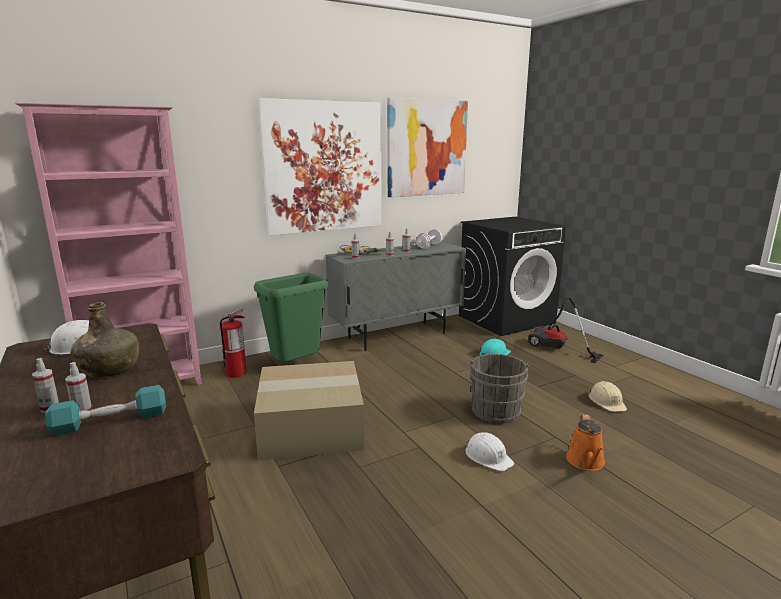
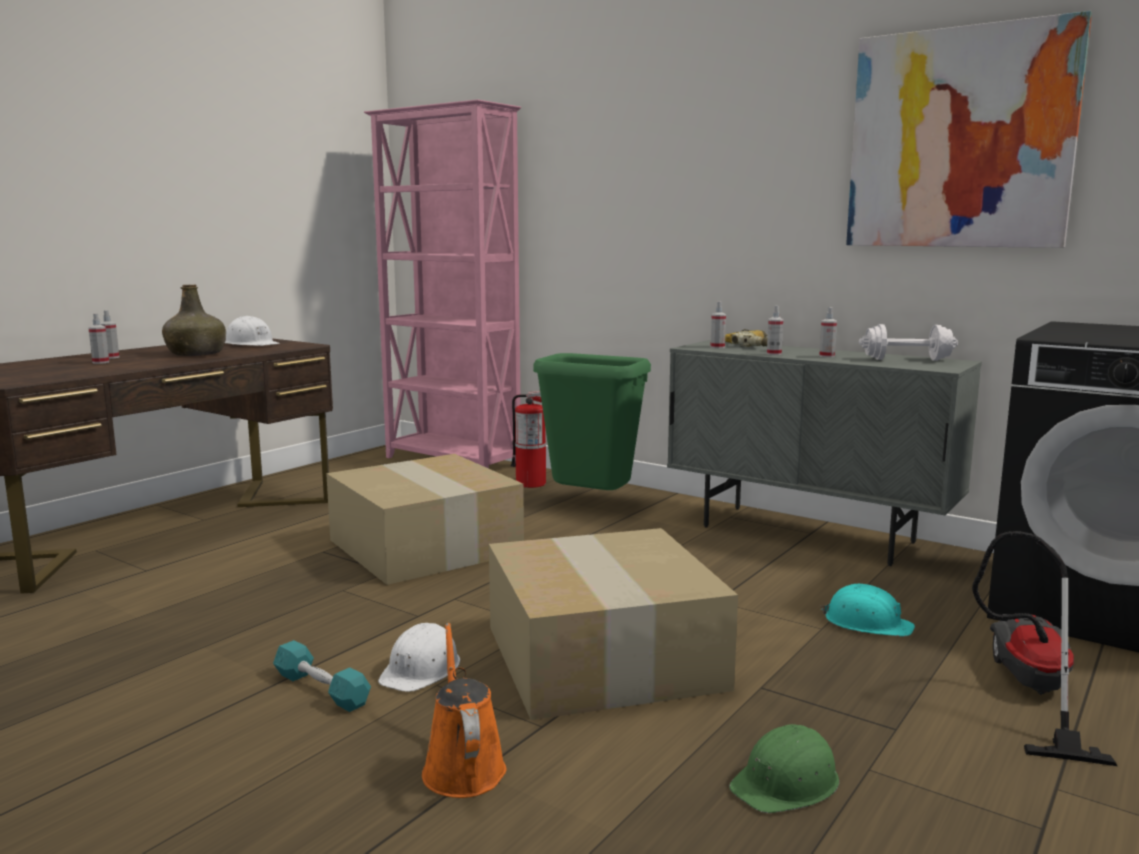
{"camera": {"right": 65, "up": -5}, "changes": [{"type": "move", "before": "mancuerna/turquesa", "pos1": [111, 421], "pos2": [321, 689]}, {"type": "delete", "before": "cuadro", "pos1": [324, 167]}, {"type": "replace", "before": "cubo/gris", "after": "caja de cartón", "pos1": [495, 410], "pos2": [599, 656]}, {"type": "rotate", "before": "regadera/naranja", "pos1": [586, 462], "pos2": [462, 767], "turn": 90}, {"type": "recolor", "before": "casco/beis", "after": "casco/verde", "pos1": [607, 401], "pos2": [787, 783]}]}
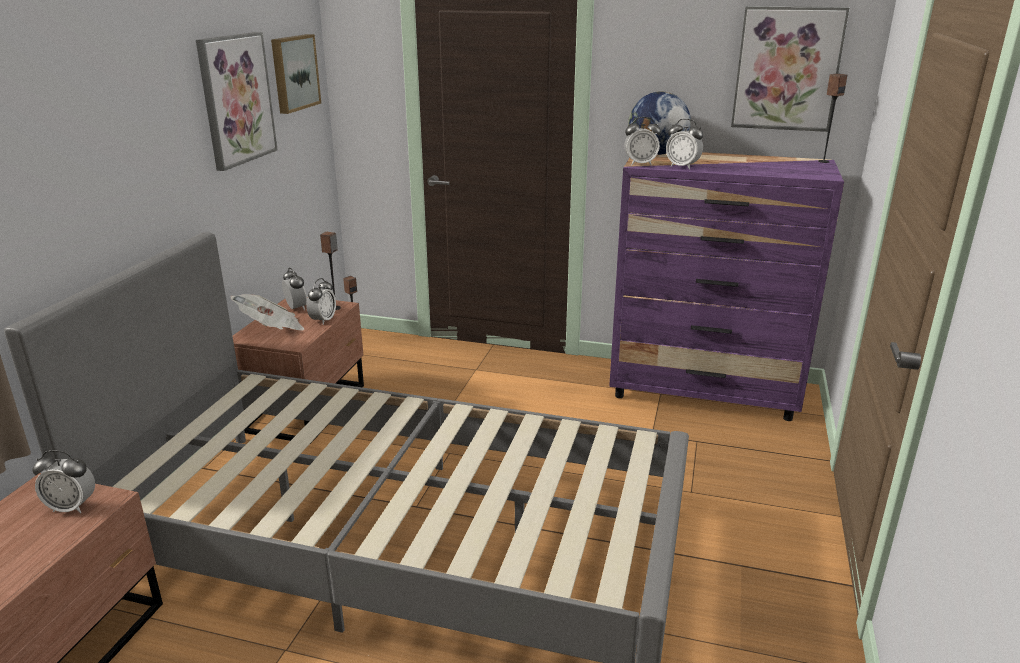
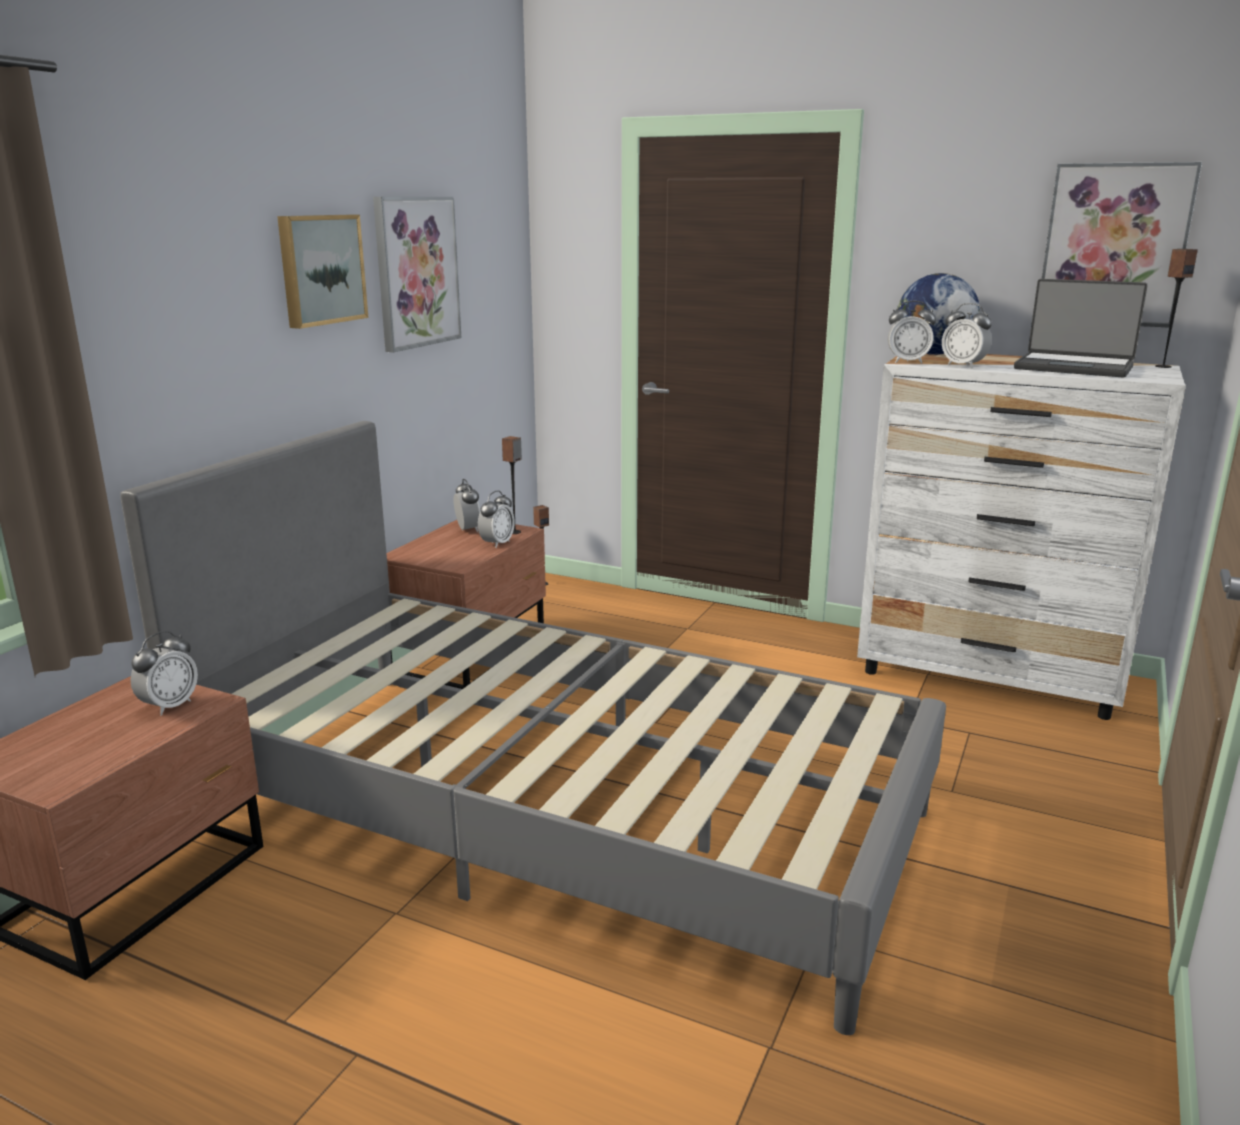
{"camera": {"right": 10, "up": -5}, "changes": [{"type": "rotate", "before": "despertador", "pos1": [72, 507], "pos2": [169, 706], "turn": -75}, {"type": "delete", "before": "periódico", "pos1": [271, 329]}, {"type": "move", "before": "cuadro", "pos1": [293, 73], "pos2": [320, 269]}, {"type": "recolor", "before": "cómoda/morado", "after": "cómoda/blanco", "pos1": [704, 392], "pos2": [989, 676]}, {"type": "insert", "after": "portátil", "pos2": [1074, 367]}]}
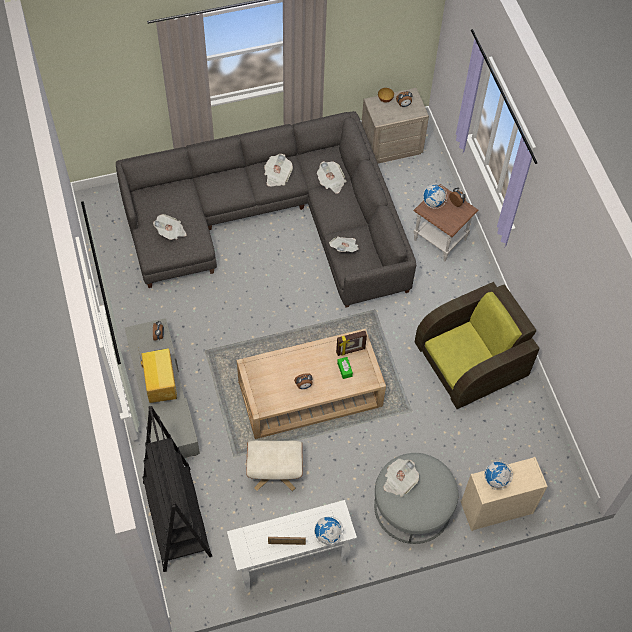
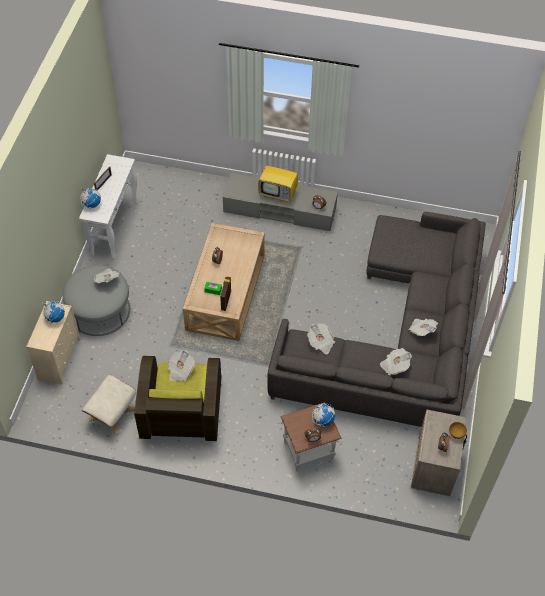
{"camera": {"right": 120, "up": -5}, "changes": [{"type": "delete", "before": "estantería/negro", "pos1": [177, 518]}, {"type": "move", "before": "periódico", "pos1": [171, 232], "pos2": [180, 370]}, {"type": "move", "before": "puf/beis", "pos1": [274, 472], "pos2": [112, 414]}]}
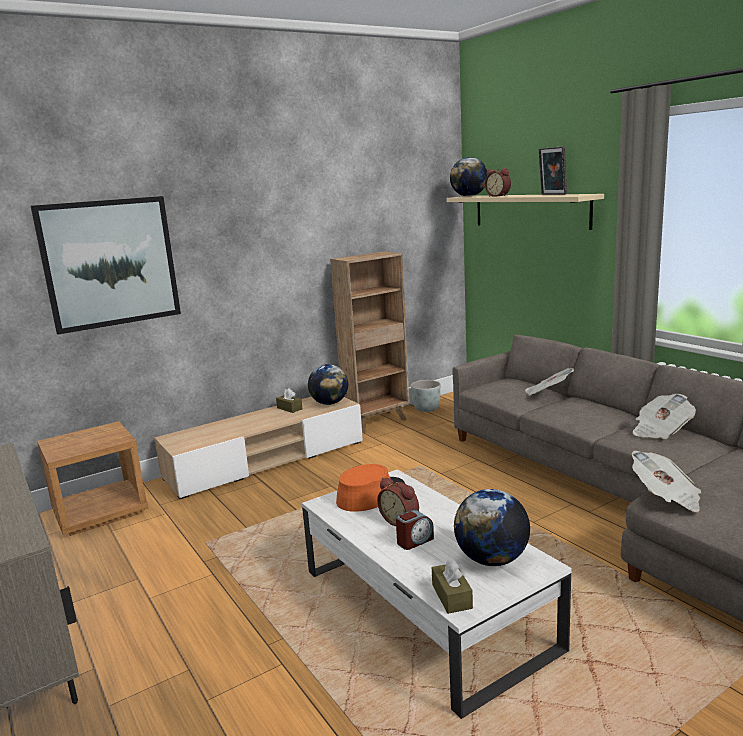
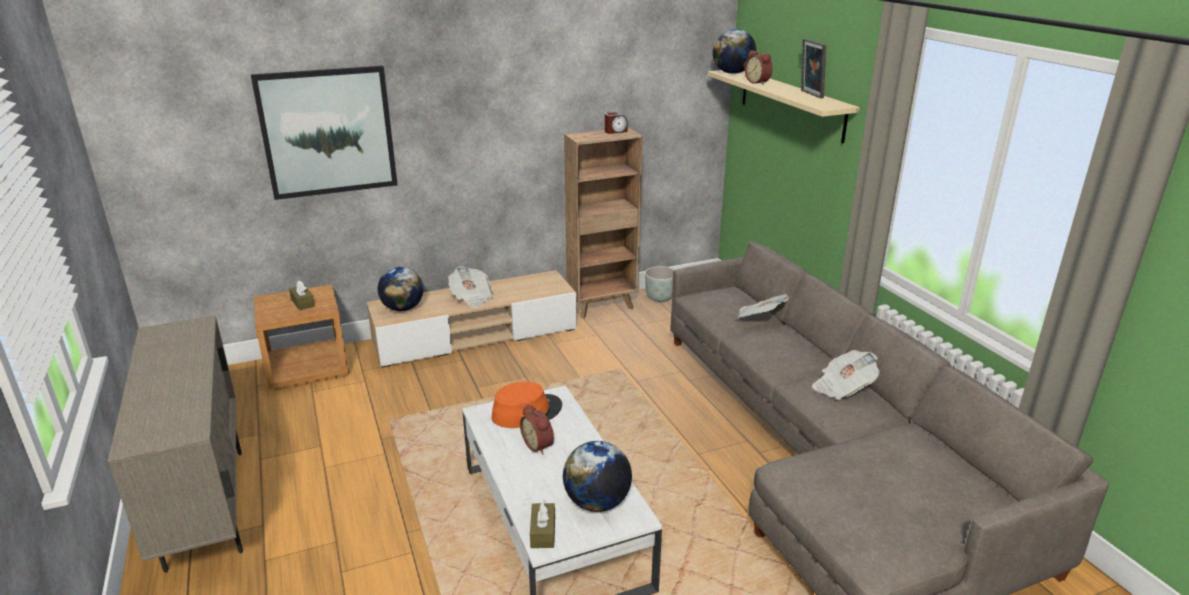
{"camera": {"right": 10, "up": 10}, "changes": [{"type": "move", "before": "caja de pañuelos/marrón", "pos1": [289, 408], "pos2": [302, 303]}, {"type": "move", "before": "globo terráqueo", "pos1": [329, 403], "pos2": [403, 308]}, {"type": "move", "before": "despertador", "pos1": [414, 541], "pos2": [615, 131]}, {"type": "move", "before": "periódico", "pos1": [666, 497], "pos2": [471, 298]}]}
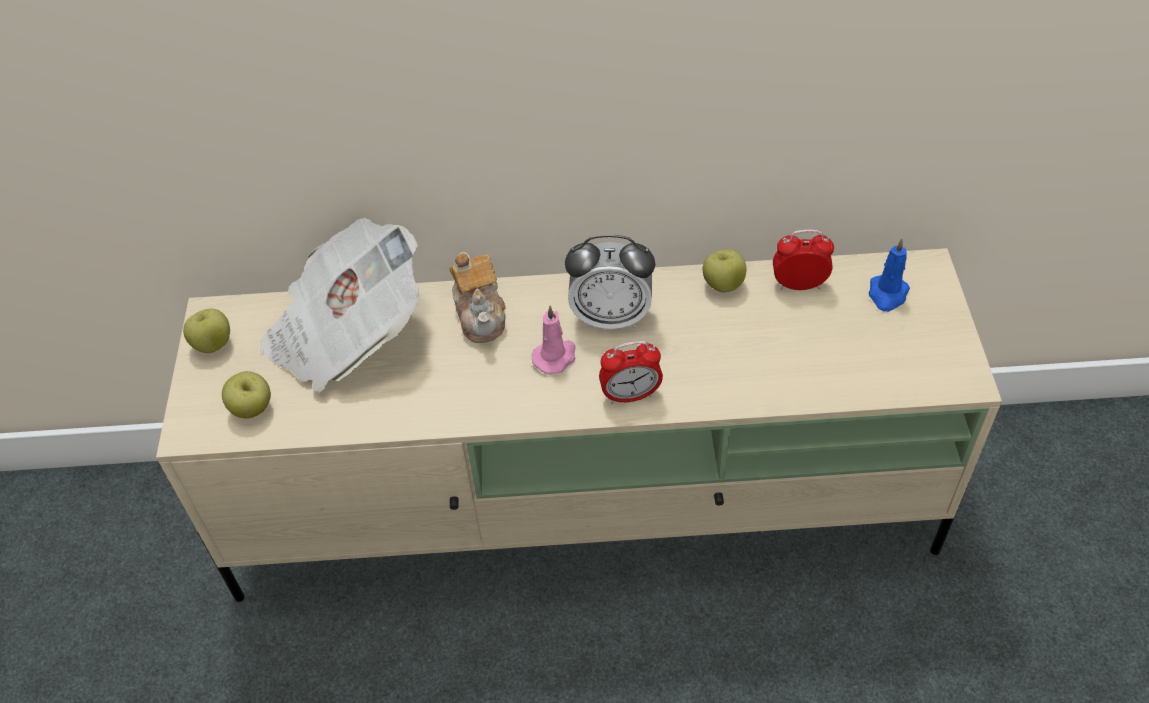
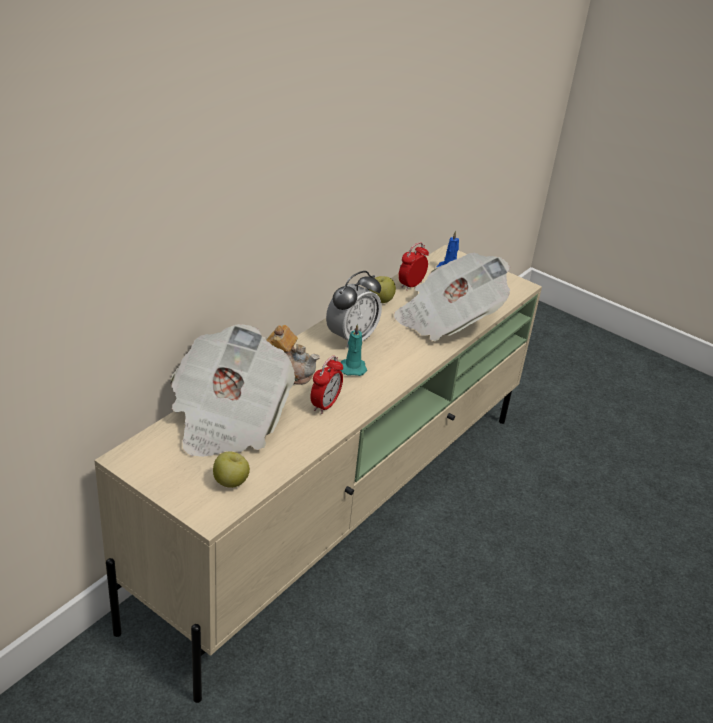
{"camera": {"right": -55, "up": -15}, "changes": [{"type": "delete", "before": "manzana", "pos1": [213, 344]}, {"type": "recolor", "before": "vela/rosa", "after": "vela/turquesa", "pos1": [555, 357], "pos2": [352, 367]}, {"type": "move", "before": "despertador", "pos1": [630, 395], "pos2": [325, 405]}, {"type": "insert", "after": "periódico", "pos2": [447, 320]}]}
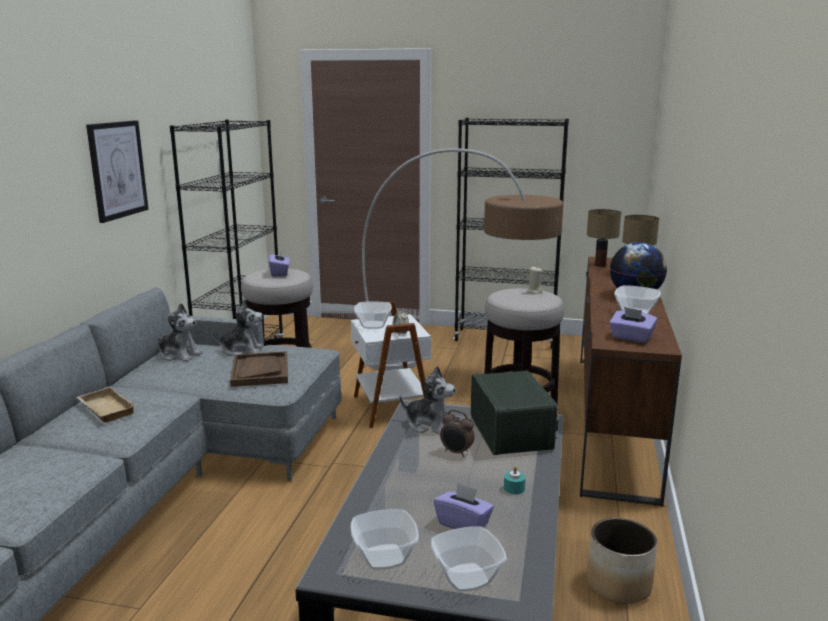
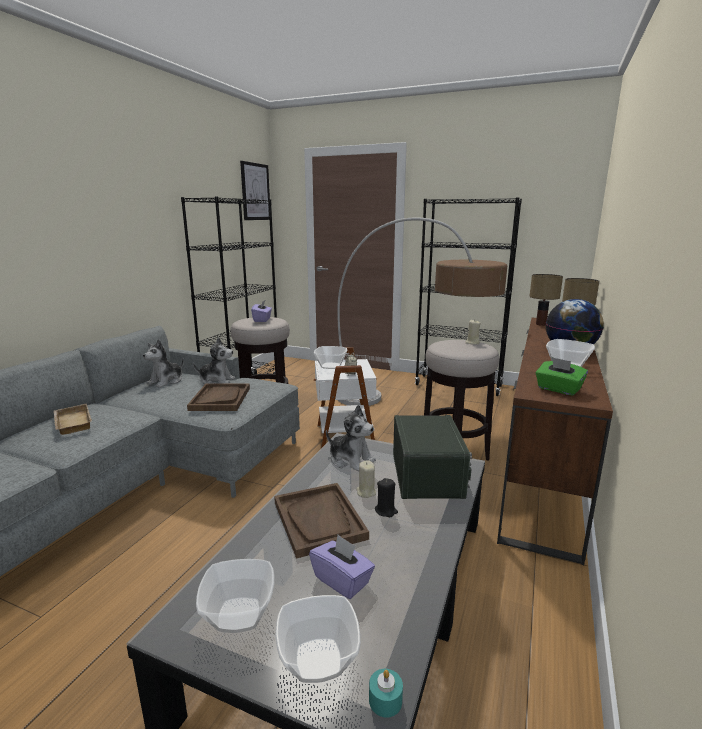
{"camera": {"right": 10, "up": 0}, "changes": [{"type": "move", "before": "cuadro", "pos1": [117, 170], "pos2": [255, 192]}, {"type": "rotate", "before": "peluche", "pos1": [179, 355], "pos2": [166, 381], "turn": 90}, {"type": "replace", "before": "despertador", "after": "vela/beis", "pos1": [456, 452], "pos2": [366, 492]}, {"type": "move", "before": "vela/turquesa", "pos1": [514, 488], "pos2": [385, 700]}, {"type": "delete", "before": "maceta", "pos1": [619, 585]}, {"type": "recolor", "before": "caja de pañuelos/morado", "after": "caja de pañuelos/verde", "pos1": [631, 338], "pos2": [558, 389]}, {"type": "insert", "after": "bandeja/marrón", "pos2": [319, 520]}, {"type": "insert", "after": "vela/negro", "pos2": [386, 511]}]}
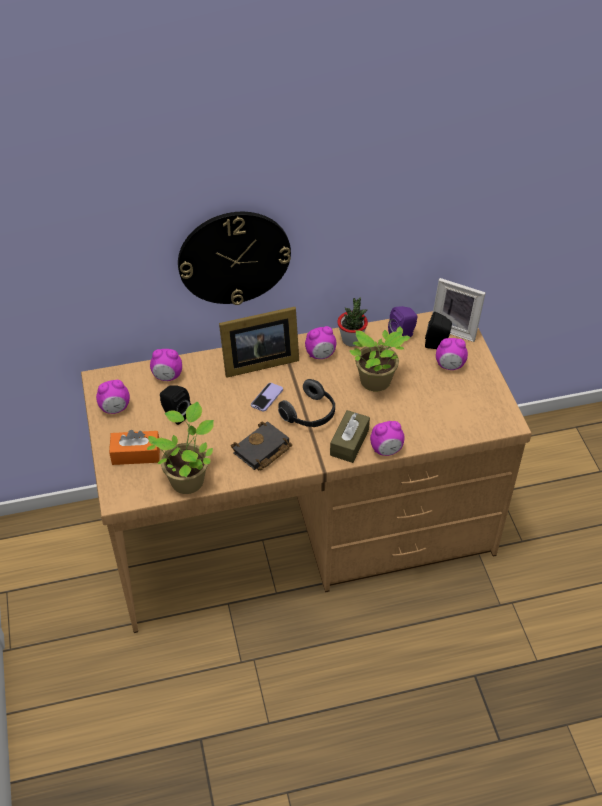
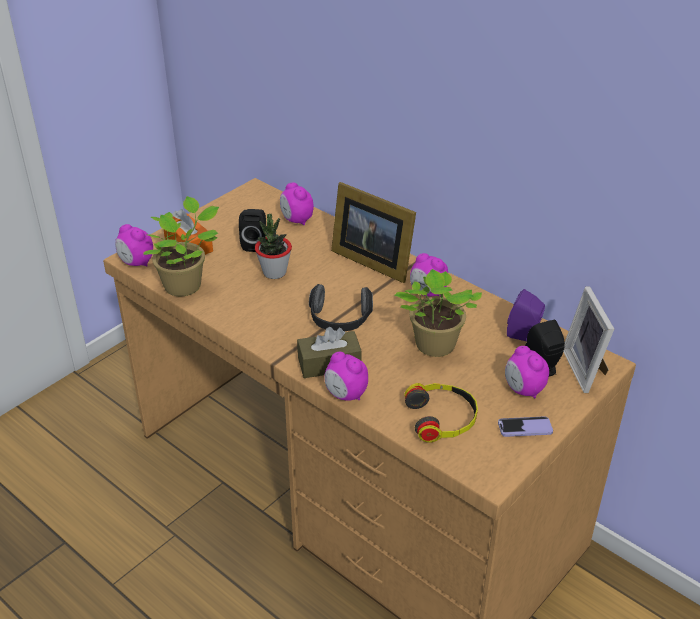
{"camera": {"right": 55, "up": -10}, "changes": [{"type": "move", "before": "despertador", "pos1": [115, 408], "pos2": [136, 263]}, {"type": "delete", "before": "reloj de pared", "pos1": [234, 257]}, {"type": "delete", "before": "libro/negro", "pos1": [262, 451]}, {"type": "move", "before": "móvil", "pos1": [267, 398], "pos2": [525, 428]}, {"type": "move", "before": "planta en maceta", "pos1": [351, 340], "pos2": [274, 272]}, {"type": "insert", "after": "auriculares", "pos2": [442, 418]}]}
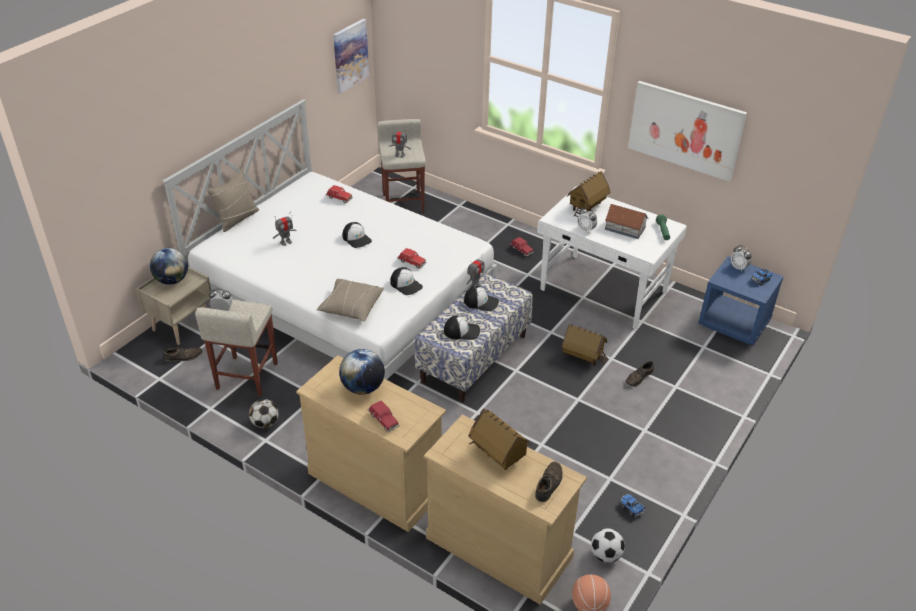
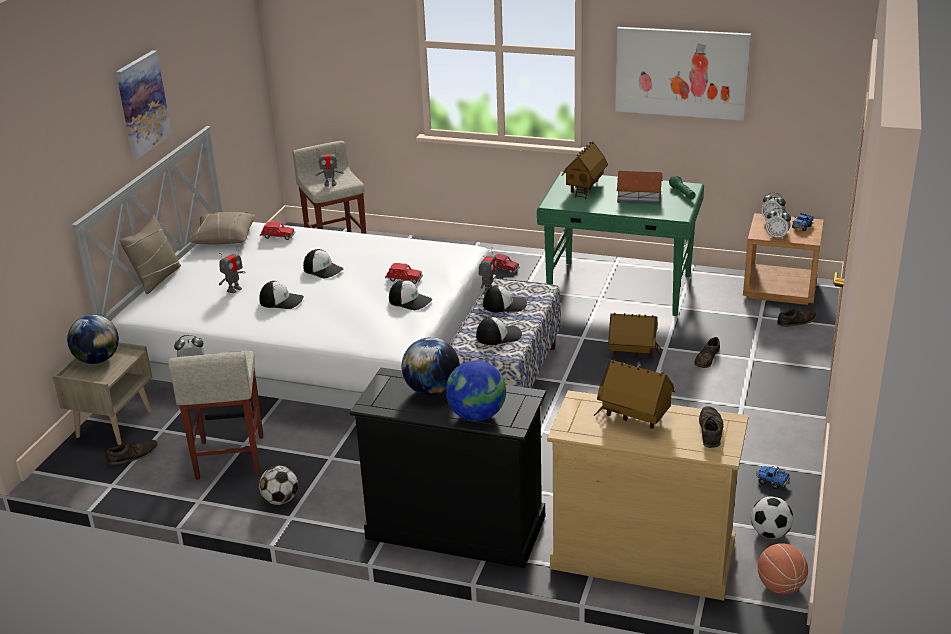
{"camera": {"right": -15, "up": -10}, "changes": [{"type": "recolor", "before": "cómoda/beis", "after": "cómoda/negro", "pos1": [376, 481], "pos2": [455, 527]}, {"type": "move", "before": "cojín/beis", "pos1": [351, 307], "pos2": [224, 238]}, {"type": "move", "before": "cuadro", "pos1": [350, 55], "pos2": [142, 104]}, {"type": "replace", "before": "coche de juguete/rojo", "after": "globo terráqueo", "pos1": [383, 420], "pos2": [477, 415]}, {"type": "recolor", "before": "escritorio/blanco", "after": "escritorio/verde", "pos1": [603, 291], "pos2": [620, 289]}, {"type": "move", "before": "despertador", "pos1": [586, 230], "pos2": [777, 236]}, {"type": "recolor", "before": "mesita de noche/azul", "after": "mesita de noche/marrón", "pos1": [734, 323], "pos2": [780, 289]}, {"type": "insert", "after": "gorra", "pos2": [281, 300]}, {"type": "insert", "after": "zapato/marrón", "pos2": [796, 321]}]}
